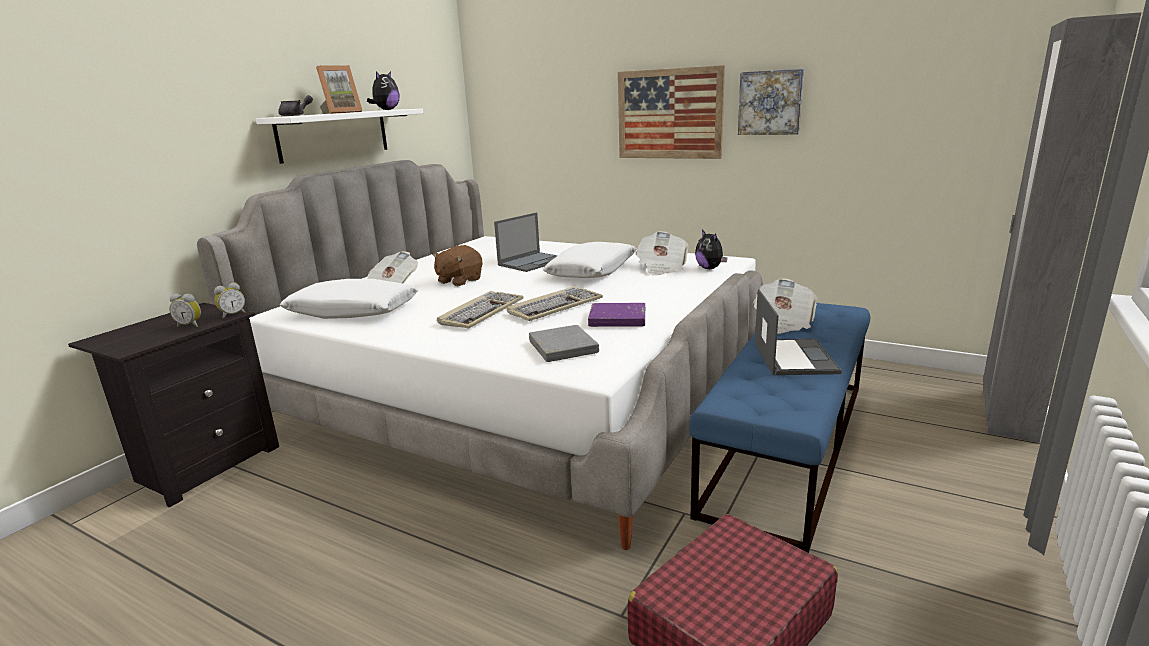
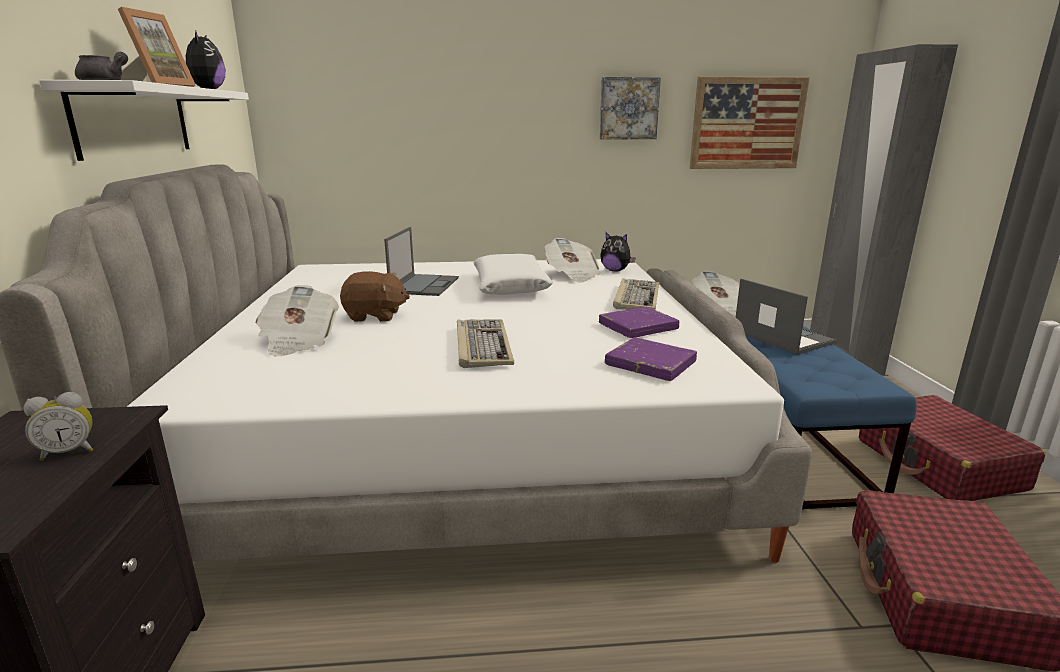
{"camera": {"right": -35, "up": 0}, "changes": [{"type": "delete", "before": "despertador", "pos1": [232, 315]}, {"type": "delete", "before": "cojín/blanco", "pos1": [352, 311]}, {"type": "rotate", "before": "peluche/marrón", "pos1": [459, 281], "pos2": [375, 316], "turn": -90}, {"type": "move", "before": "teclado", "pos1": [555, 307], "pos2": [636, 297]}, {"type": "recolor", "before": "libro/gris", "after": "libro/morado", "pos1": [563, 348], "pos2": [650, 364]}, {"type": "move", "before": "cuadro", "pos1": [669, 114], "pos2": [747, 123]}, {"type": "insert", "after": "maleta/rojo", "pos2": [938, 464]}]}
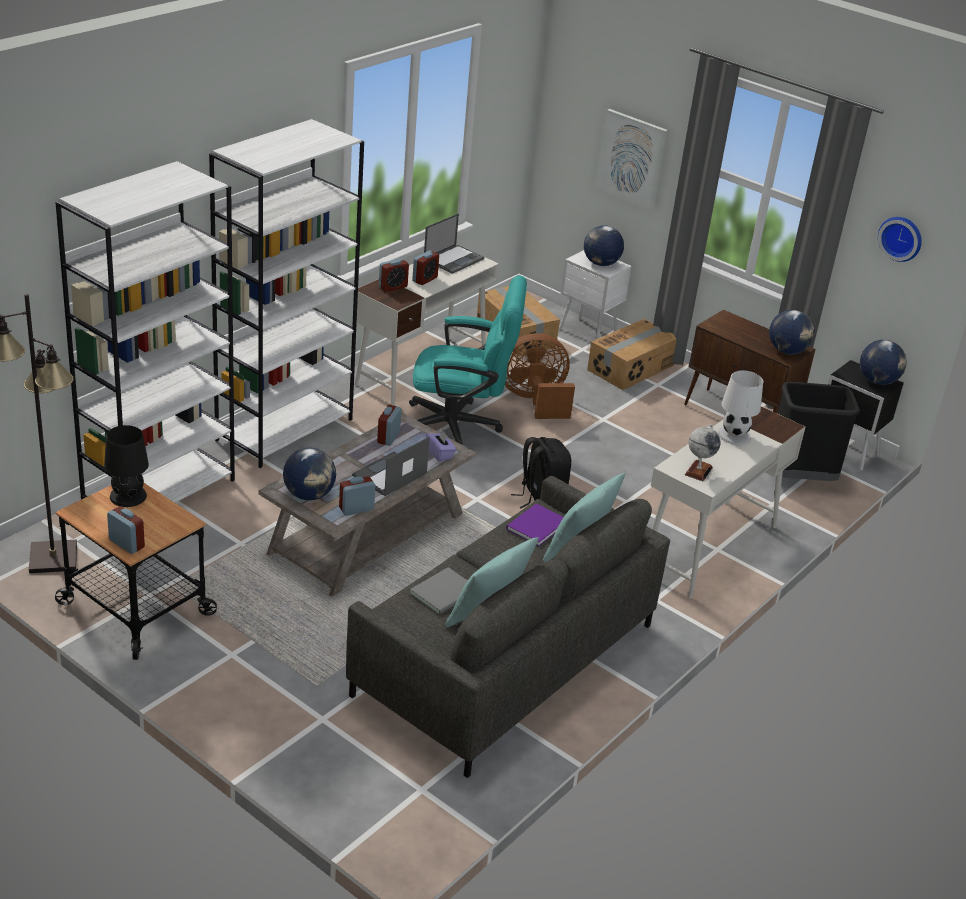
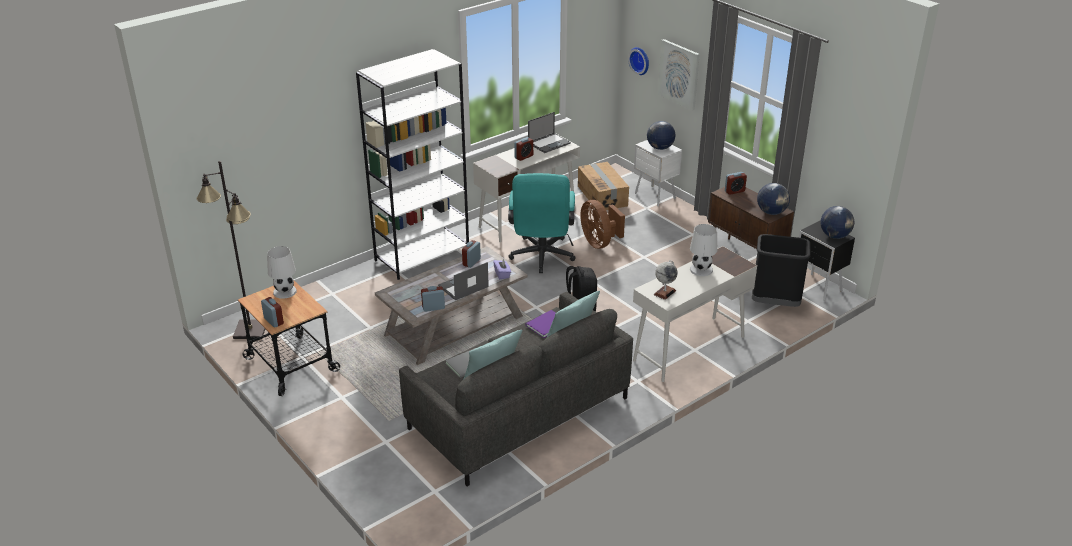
{"camera": {"right": 15, "up": 0}, "changes": [{"type": "delete", "before": "estantería/blanco", "pos1": [159, 492]}, {"type": "recolor", "before": "lámpara de mesa/negro", "after": "lámpara de mesa/blanco", "pos1": [128, 496], "pos2": [285, 291]}, {"type": "delete", "before": "globo terráqueo", "pos1": [309, 495]}, {"type": "move", "before": "despertador", "pos1": [393, 287], "pos2": [734, 191]}, {"type": "rotate", "before": "silla de oficina/turquesa", "pos1": [460, 426], "pos2": [541, 258], "turn": 75}, {"type": "rotate", "before": "ventilador/marrón", "pos1": [534, 401], "pos2": [599, 242], "turn": -120}, {"type": "delete", "before": "caja de cartón", "pos1": [631, 368]}, {"type": "move", "before": "reloj de pared", "pos1": [901, 238], "pos2": [640, 60]}]}
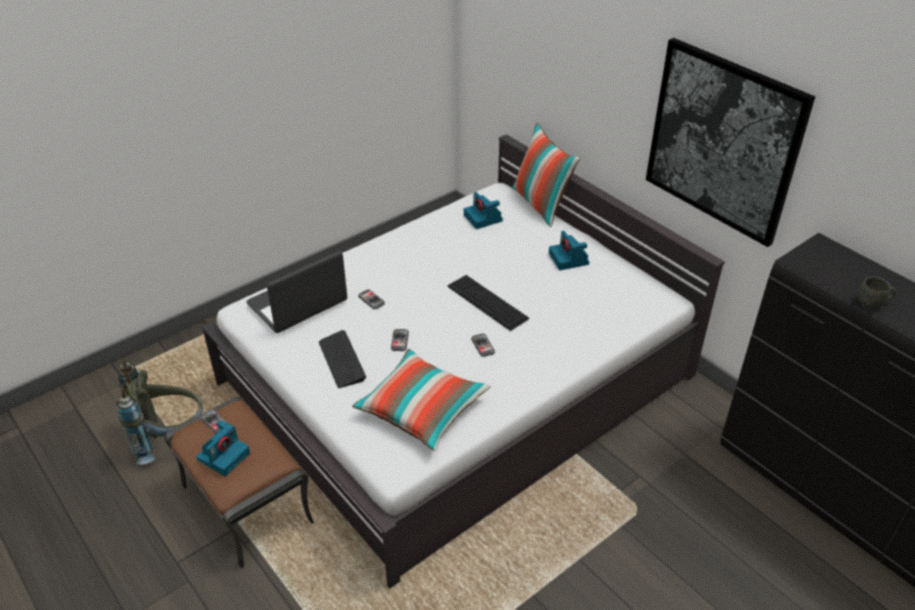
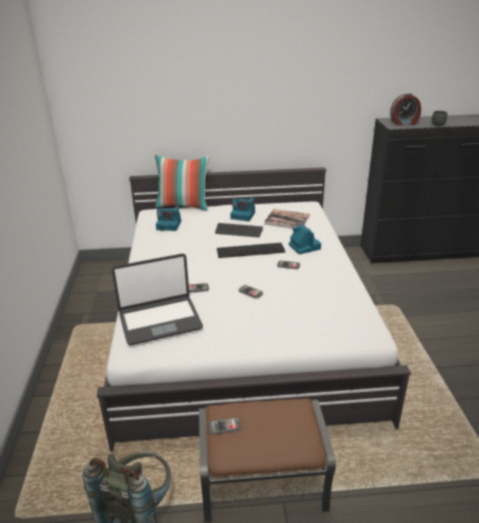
{"camera": {"right": -55, "up": -10}, "changes": [{"type": "move", "before": "cámara", "pos1": [224, 455], "pos2": [304, 246]}, {"type": "rotate", "before": "portátil", "pos1": [298, 304], "pos2": [160, 320], "turn": -105}, {"type": "move", "before": "teclado", "pos1": [342, 360], "pos2": [238, 231]}, {"type": "delete", "before": "cojín", "pos1": [422, 409]}, {"type": "delete", "before": "cuadro", "pos1": [723, 141]}, {"type": "insert", "after": "libro", "pos2": [287, 220]}, {"type": "insert", "after": "despertador", "pos2": [404, 123]}]}
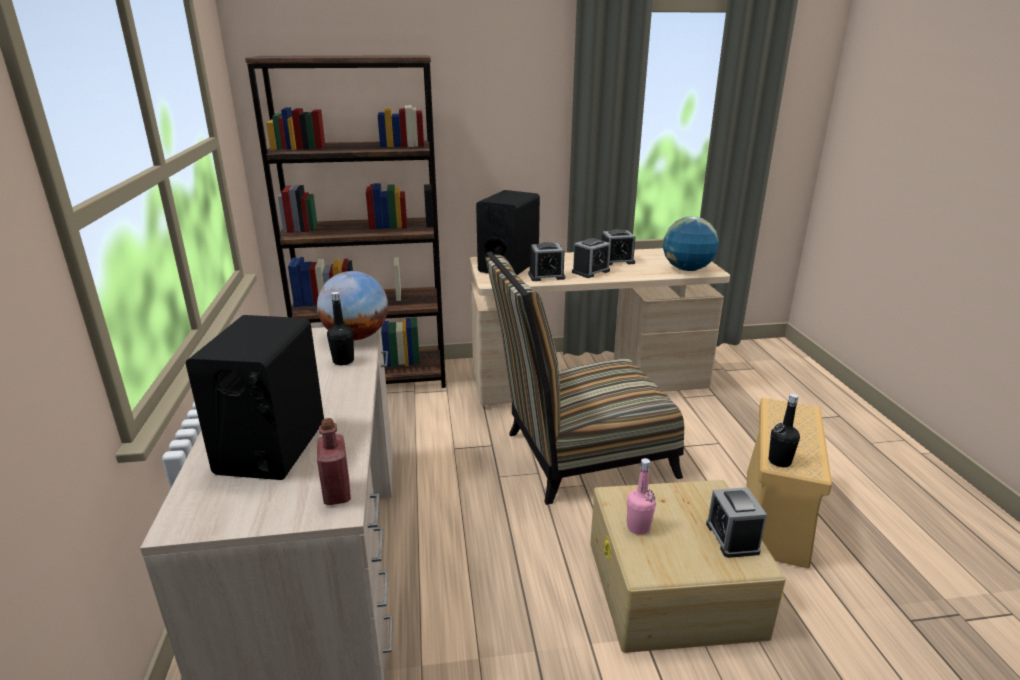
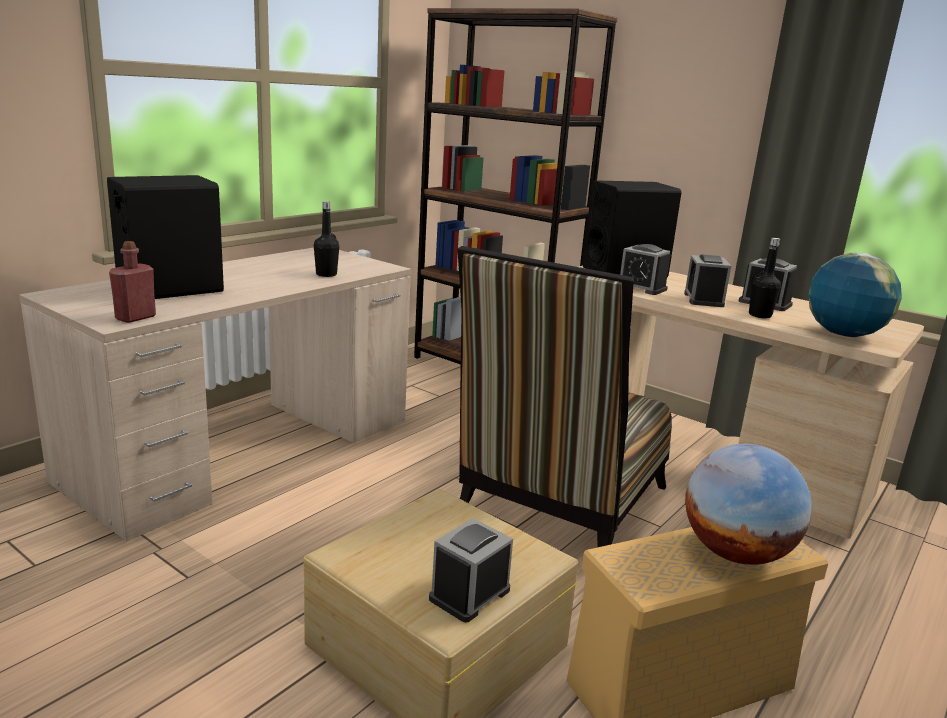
{"camera": {"right": 45, "up": -5}, "changes": [{"type": "move", "before": "globo terráqueo", "pos1": [356, 337], "pos2": [735, 553]}, {"type": "rotate", "before": "silla", "pos1": [579, 456], "pos2": [558, 506], "turn": -90}, {"type": "rotate", "before": "despertador", "pos1": [590, 271], "pos2": [703, 299], "turn": 90}, {"type": "delete", "before": "botella/rosa", "pos1": [638, 527]}, {"type": "move", "before": "botella/negro", "pos1": [779, 461], "pos2": [760, 315]}]}
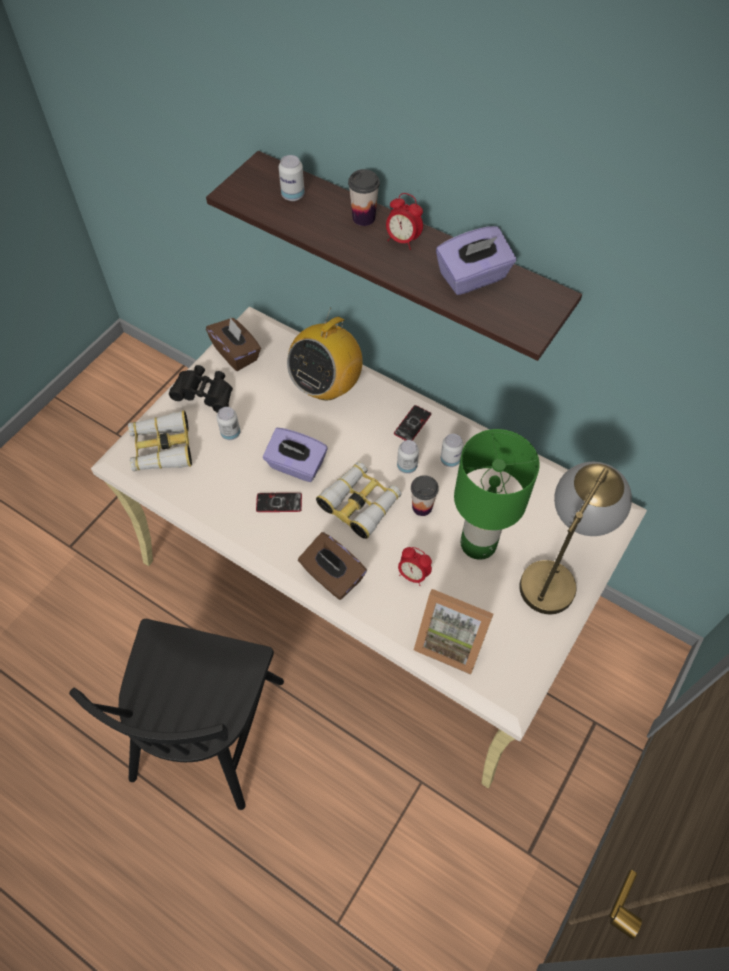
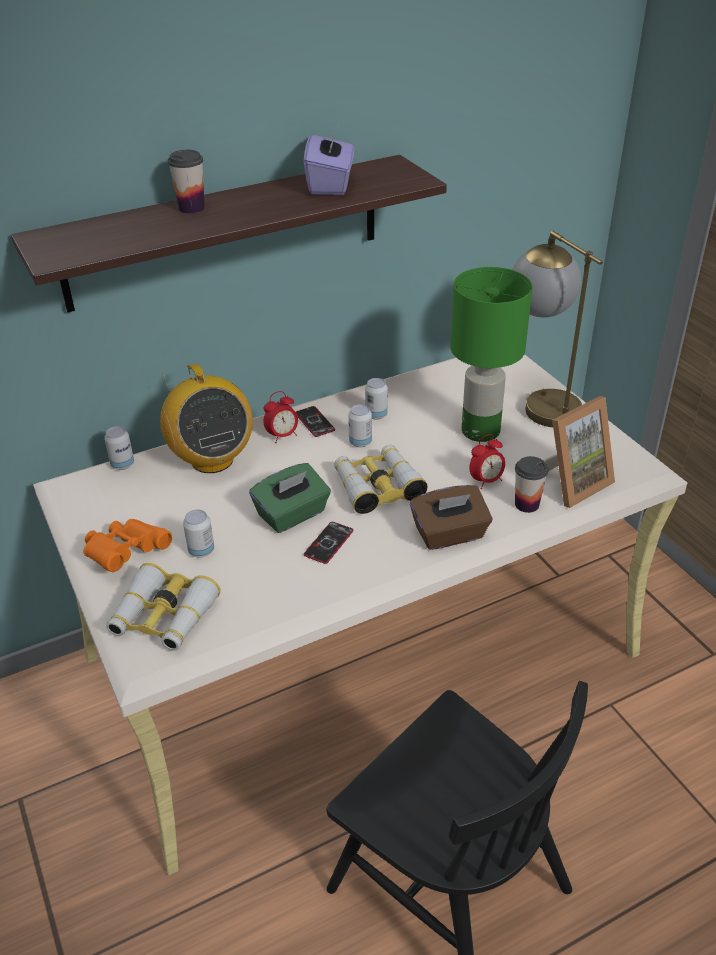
{"camera": {"right": -60, "up": -20}, "changes": [{"type": "recolor", "before": "prismáticos/negro", "after": "prismáticos/naranja", "pos1": [205, 395], "pos2": [126, 554]}, {"type": "delete", "before": "caja de pañuelos/marrón", "pos1": [236, 353]}, {"type": "recolor", "before": "caja de pañuelos/morado", "after": "caja de pañuelos/verde", "pos1": [296, 466], "pos2": [292, 515]}, {"type": "move", "before": "lata", "pos1": [293, 195], "pos2": [122, 464]}, {"type": "move", "before": "despertador", "pos1": [402, 240], "pos2": [282, 436]}, {"type": "move", "before": "taza", "pos1": [422, 507], "pos2": [526, 504]}]}
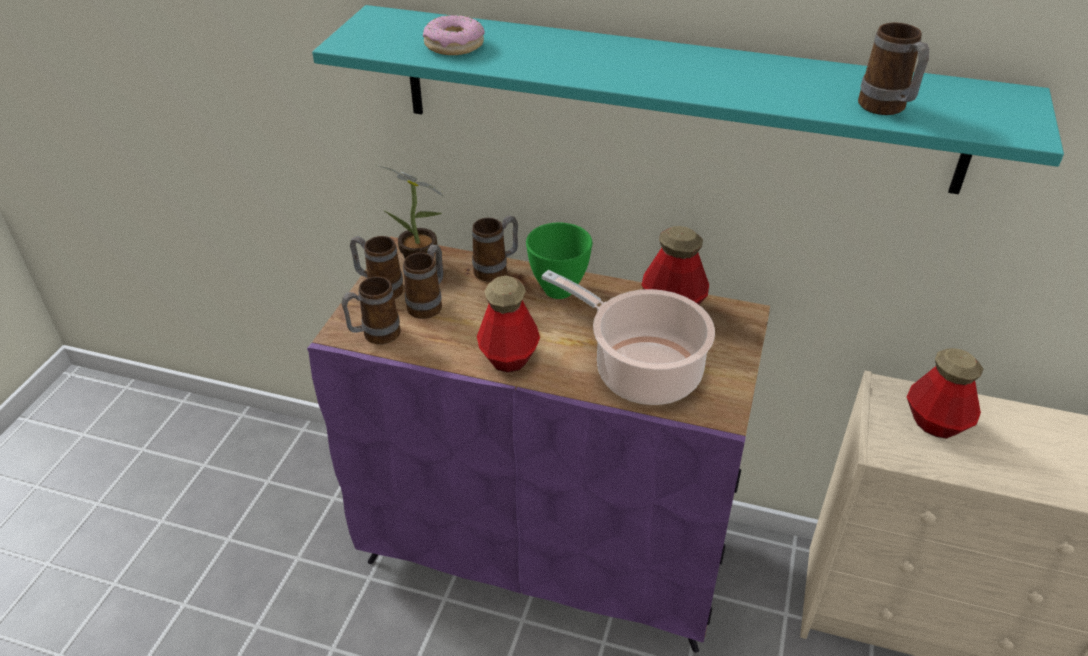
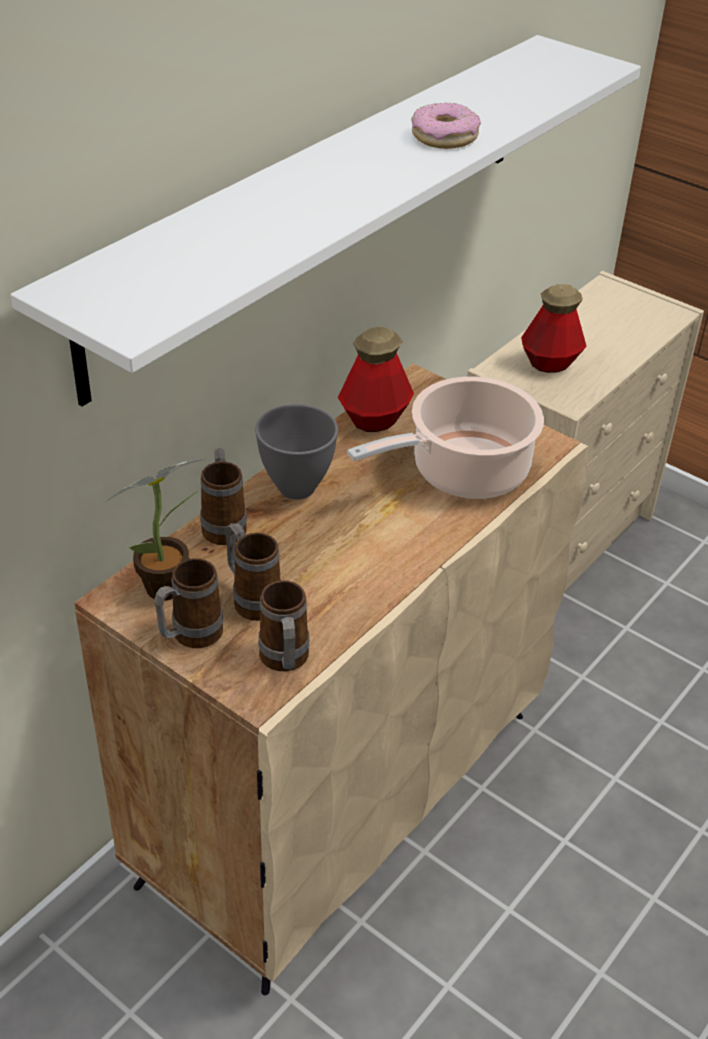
{"camera": {"right": -70, "up": 0}, "changes": [{"type": "recolor", "before": "armario/morado", "after": "armario/beis", "pos1": [548, 549], "pos2": [342, 793]}, {"type": "recolor", "before": "estante/turquesa", "after": "estante/blanco", "pos1": [673, 98], "pos2": [322, 203]}, {"type": "move", "before": "rosquilla", "pos1": [454, 45], "pos2": [444, 137]}, {"type": "delete", "before": "botella", "pos1": [509, 357]}, {"type": "recolor", "before": "cuenco/verde", "after": "cuenco/gris", "pos1": [560, 290], "pos2": [297, 486]}, {"type": "delete", "before": "taza grande", "pos1": [886, 110]}]}
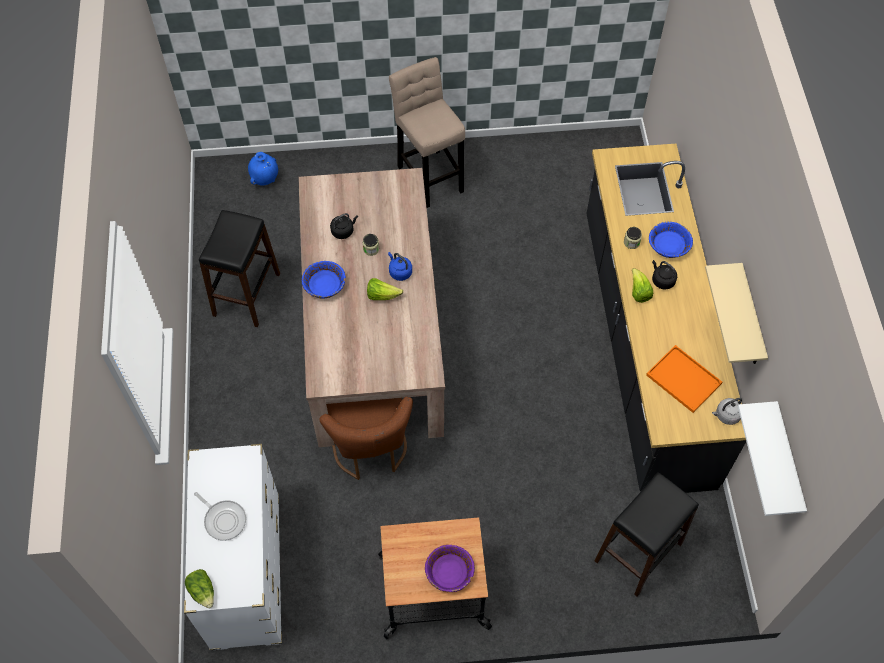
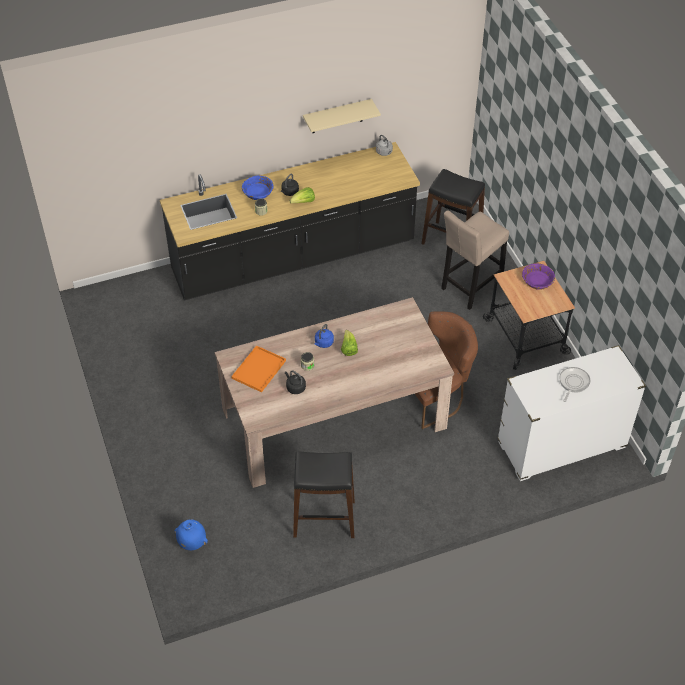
{"camera": {"right": -105, "up": -10}, "changes": [{"type": "delete", "before": "lechuga", "pos1": [203, 591]}, {"type": "delete", "before": "cuenco/azul", "pos1": [324, 285]}, {"type": "move", "before": "taburete/beis", "pos1": [429, 175], "pos2": [469, 288]}, {"type": "move", "before": "bandeja/naranja", "pos1": [685, 379], "pos2": [259, 368]}, {"type": "delete", "before": "estante/blanco", "pos1": [786, 462]}]}
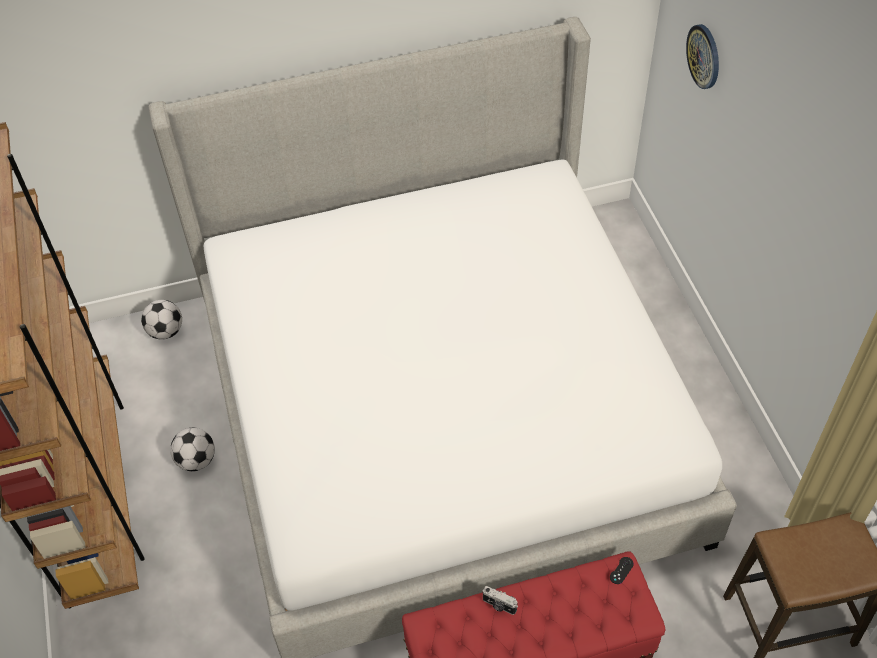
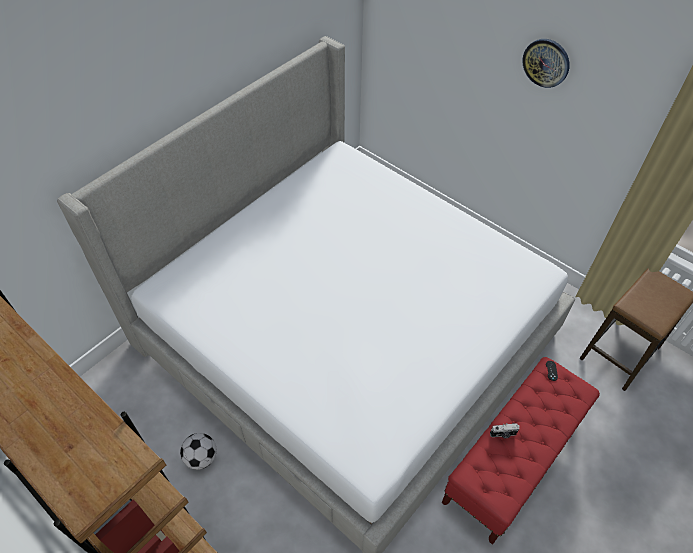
{"camera": {"right": -35, "up": 0}, "changes": [{"type": "delete", "before": "balón de fútbol", "pos1": [166, 331]}, {"type": "move", "before": "reloj de pared", "pos1": [704, 56], "pos2": [546, 62]}]}
